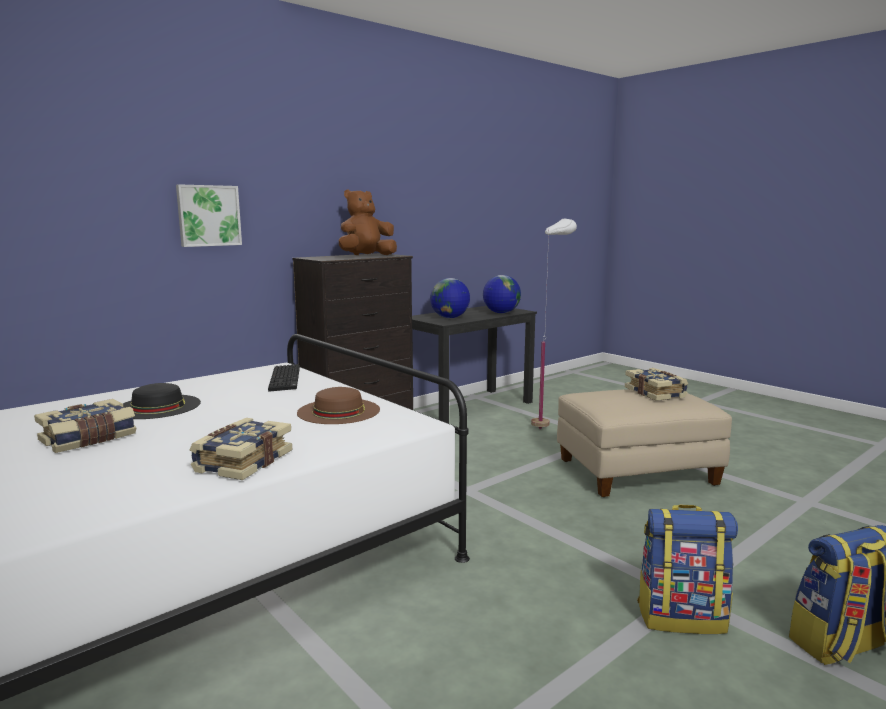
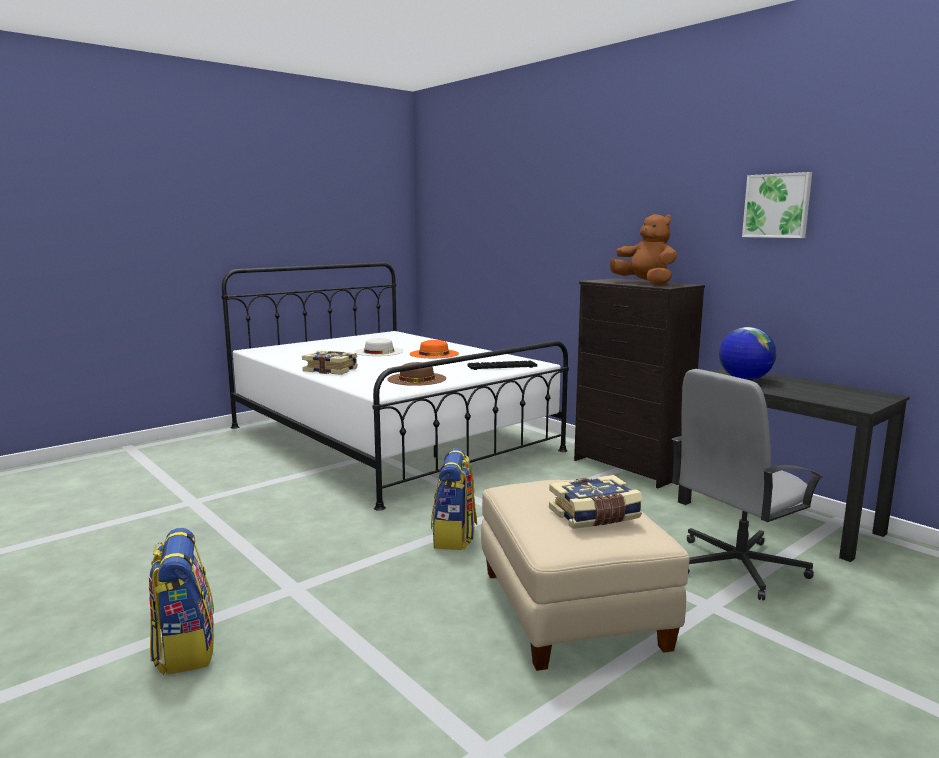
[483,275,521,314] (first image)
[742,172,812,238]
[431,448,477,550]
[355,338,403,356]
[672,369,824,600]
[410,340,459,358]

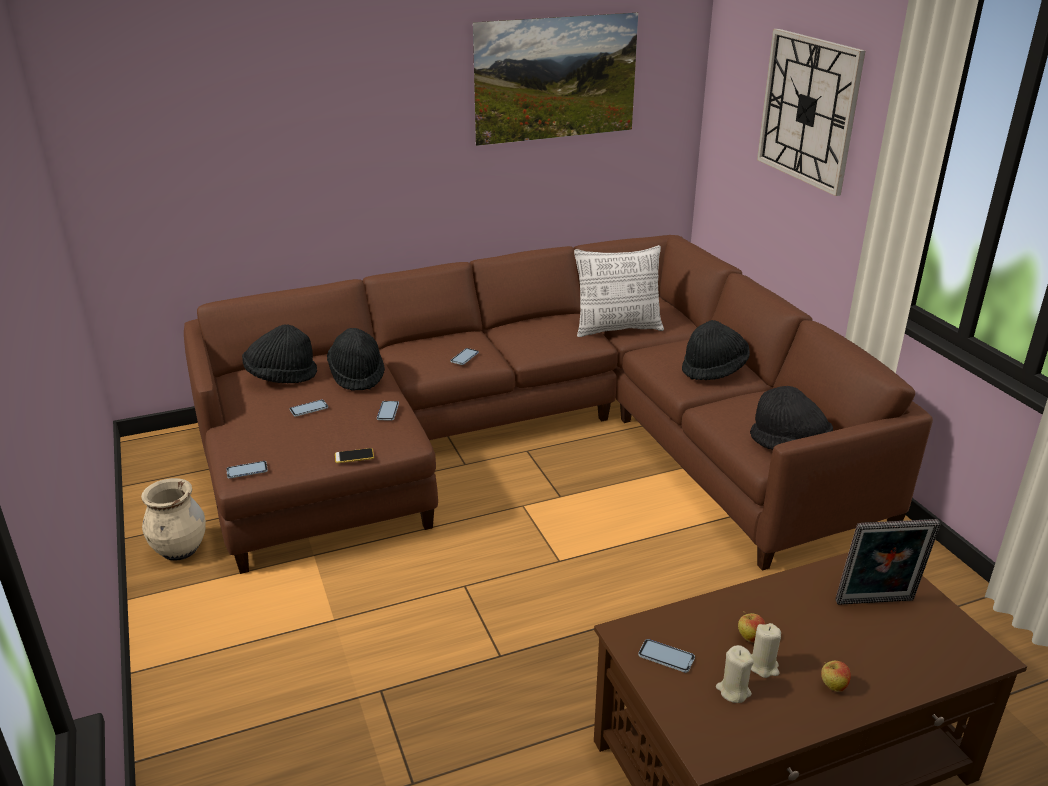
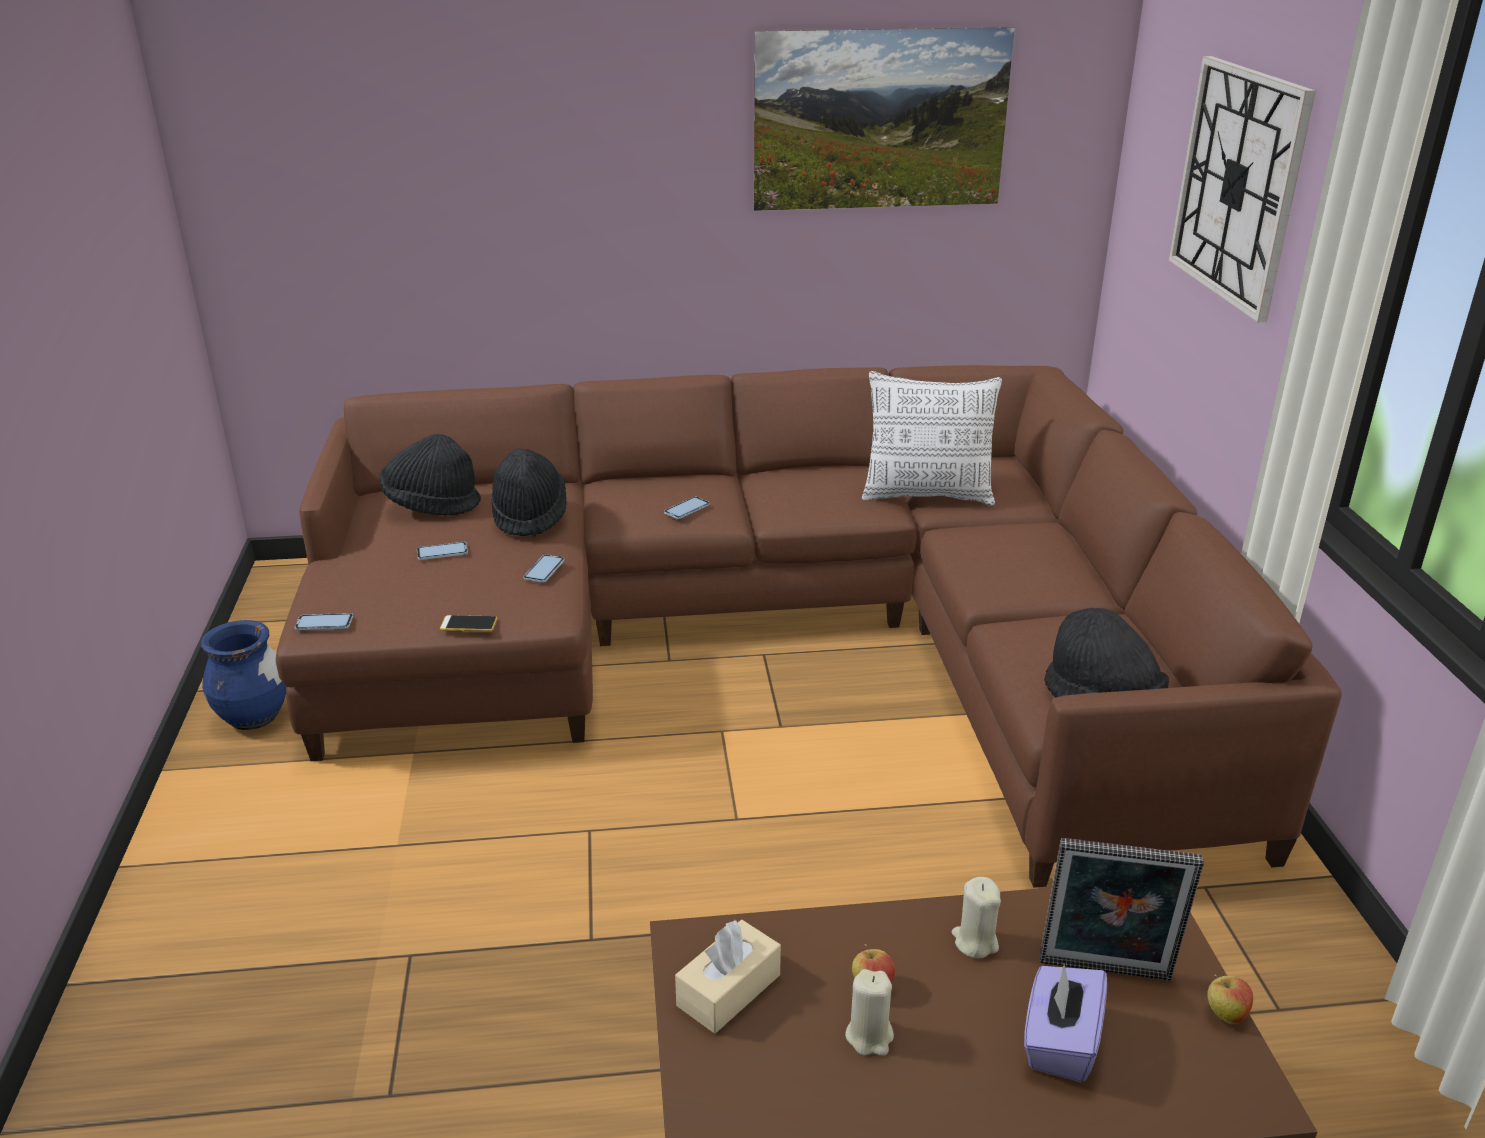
[682,320,750,380] (first image)
[1024,964,1107,1082]
[952,877,1001,958]
[1207,974,1253,1024]
[675,919,781,1033]
[201,620,287,730]

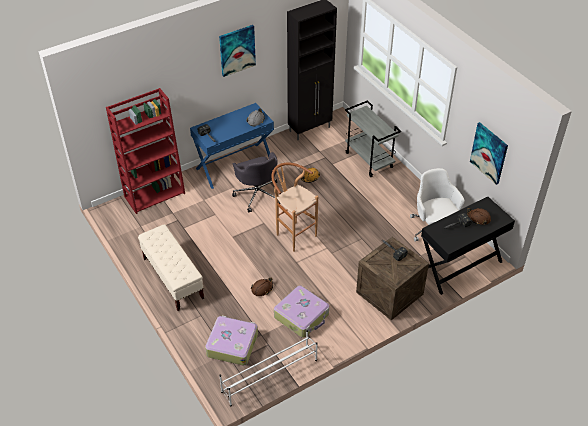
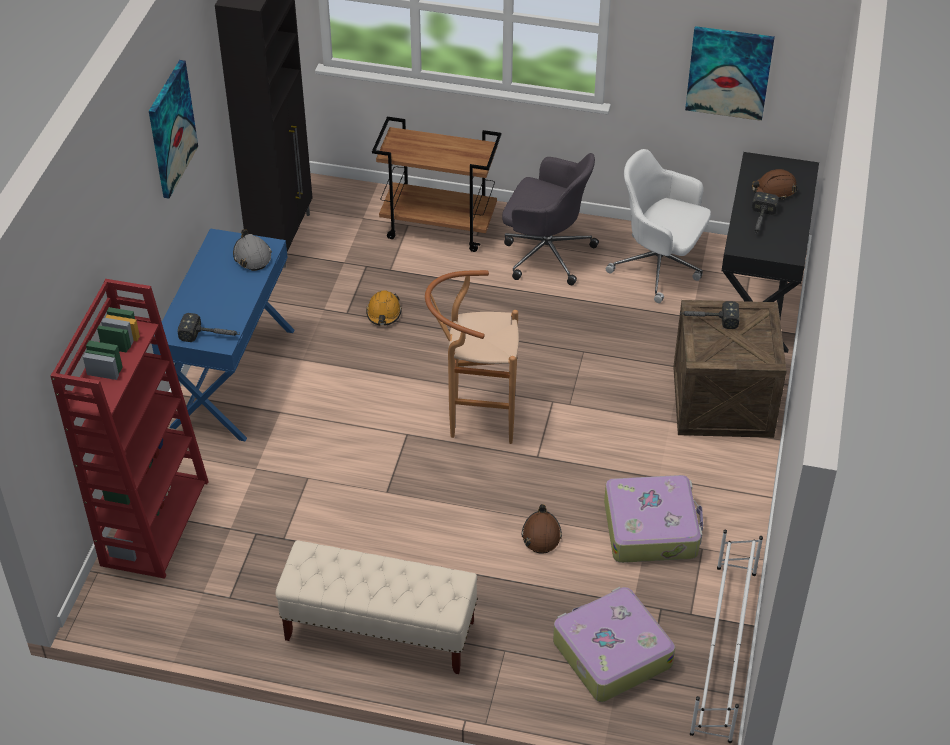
[502,153,599,285]
[372,117,501,252]

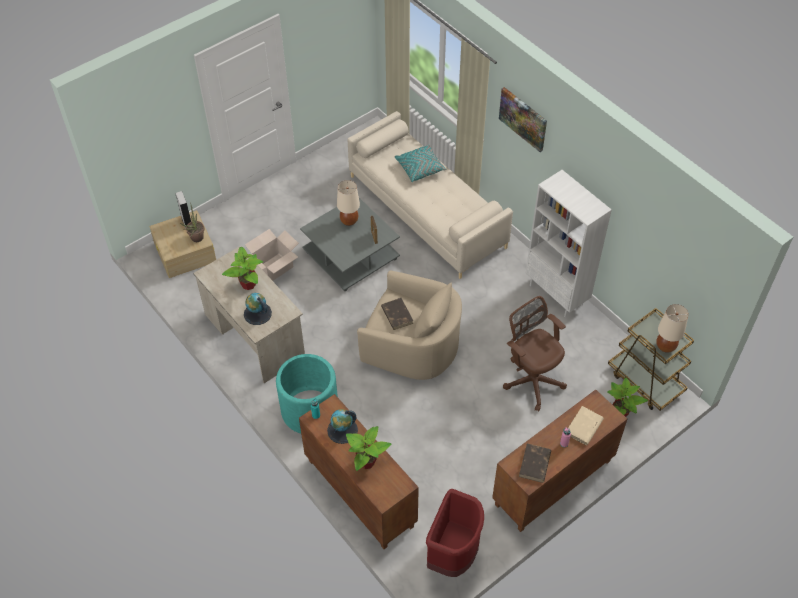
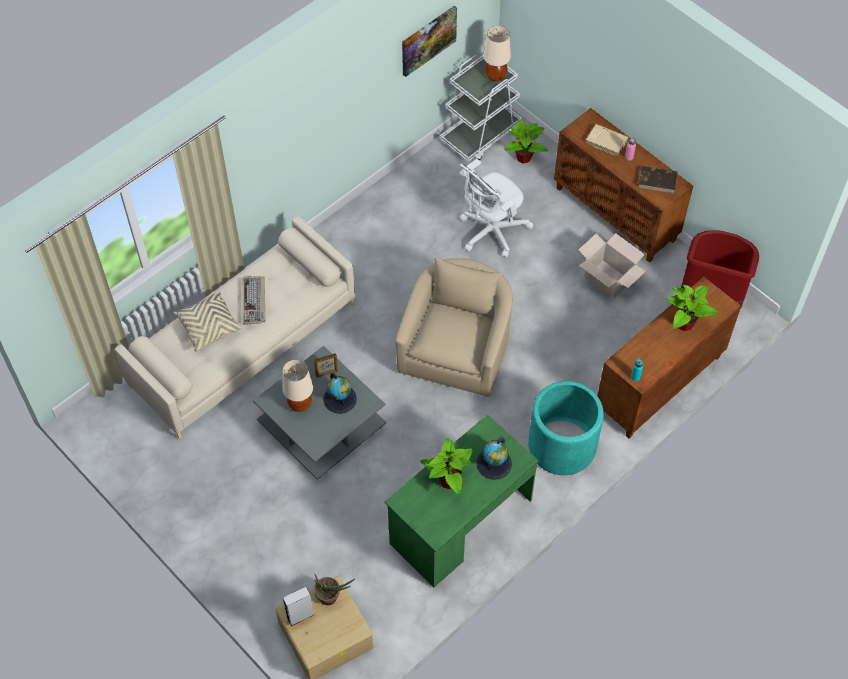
[381,298,413,330] (first image)
[526,170,612,317] (first image)
[242,276,265,325]
[579,233,646,299]
[323,373,357,414]
[402,6,457,77]
[384,414,539,587]
[173,291,242,352]
[459,159,533,258]
[440,55,522,162]

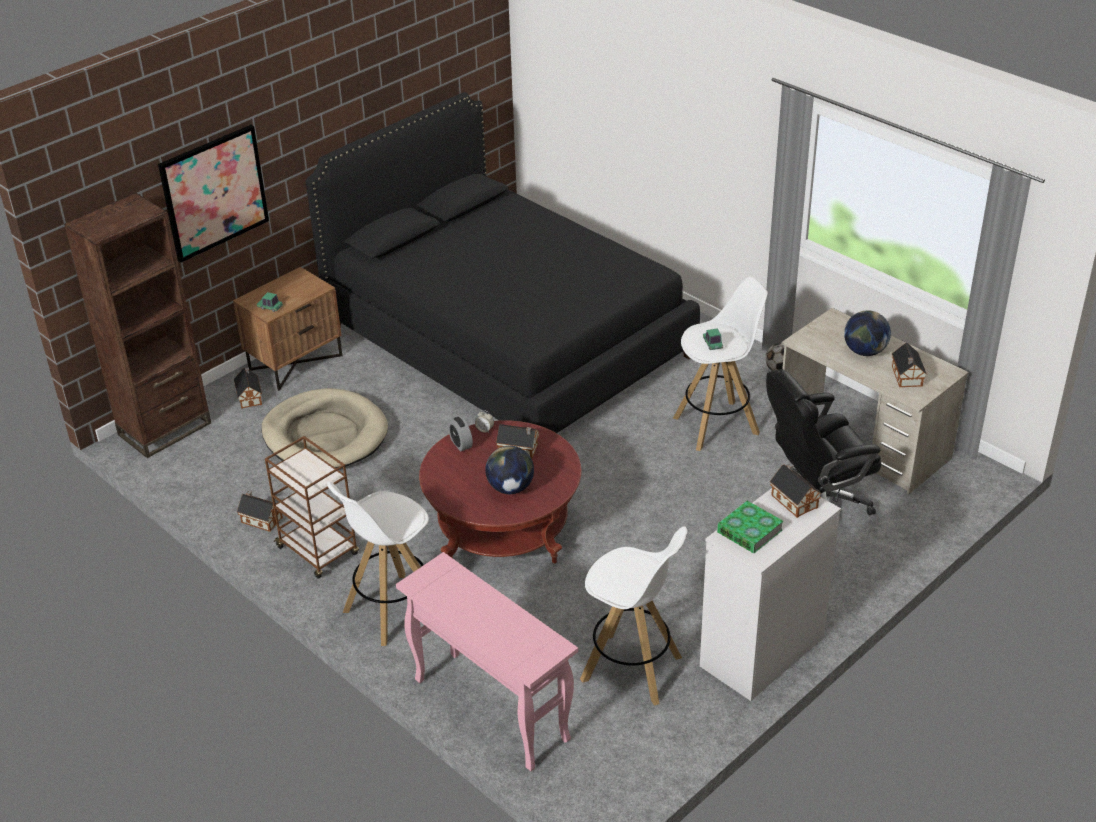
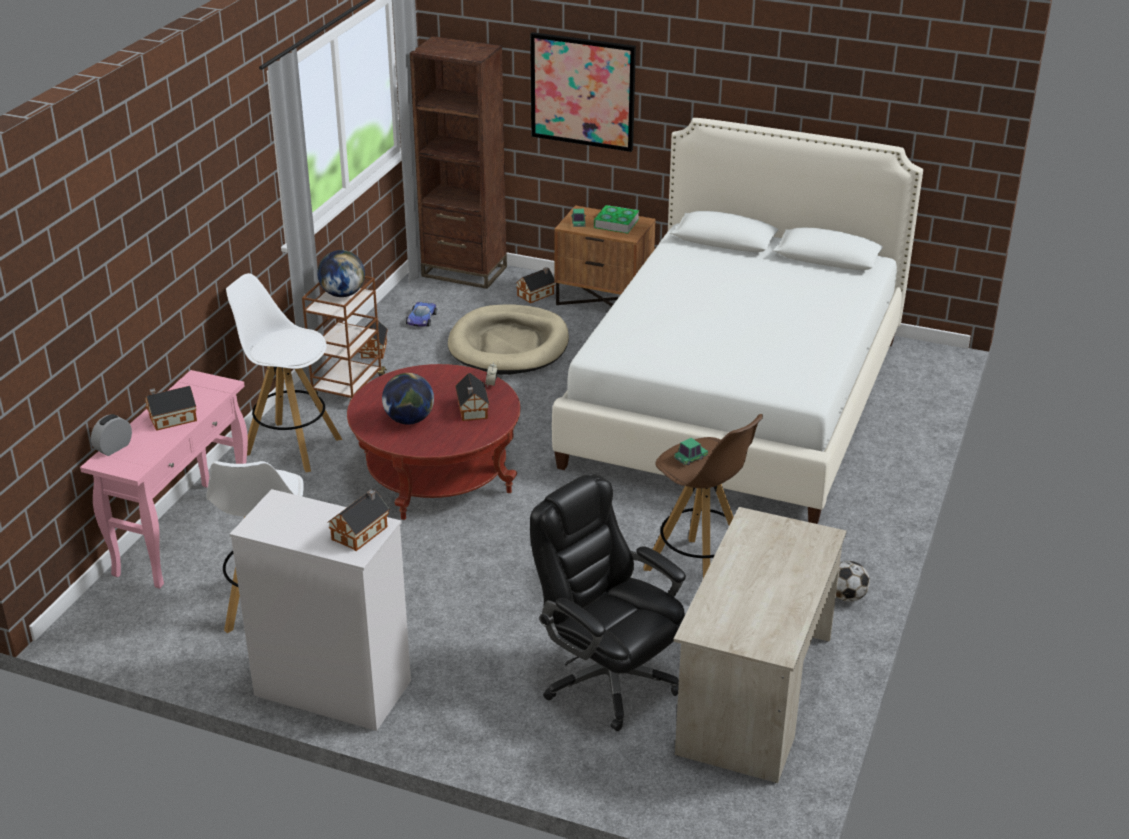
[406,302,437,326]
[91,414,132,456]
[594,205,639,233]
[318,250,365,297]
[145,386,197,431]
[552,118,923,524]
[643,414,763,578]

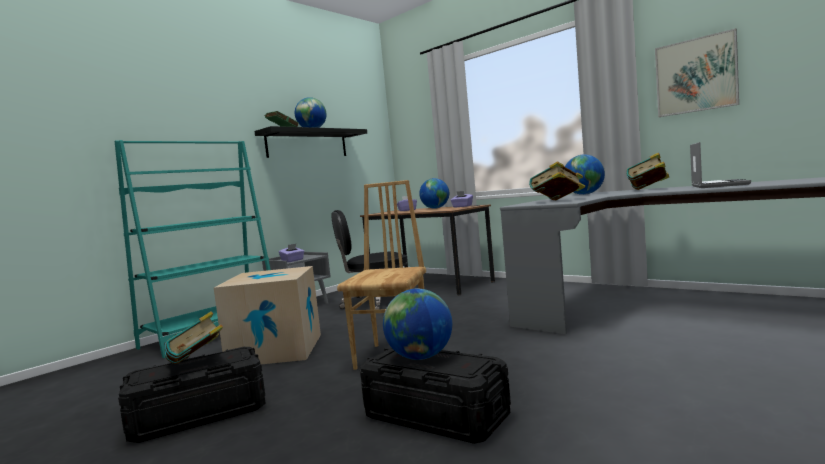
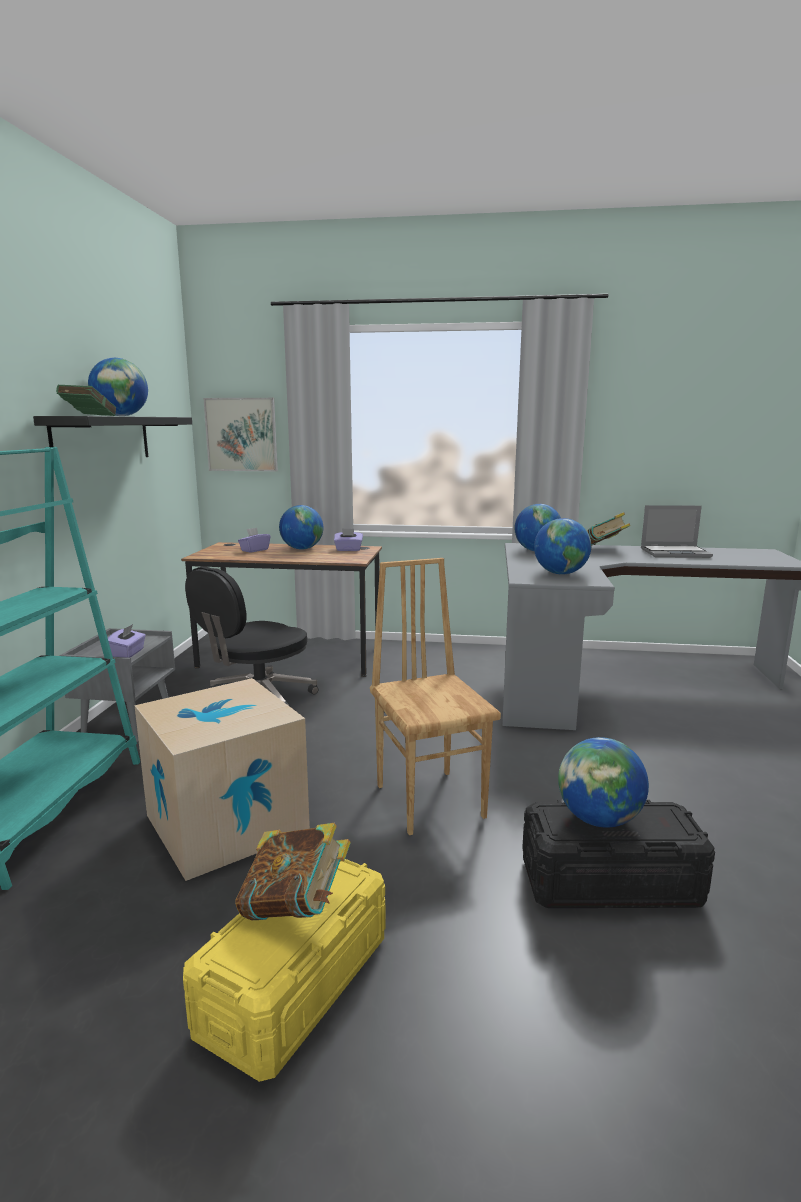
[203,398,278,471]
[534,518,591,575]
[183,859,386,1082]
[641,505,713,558]

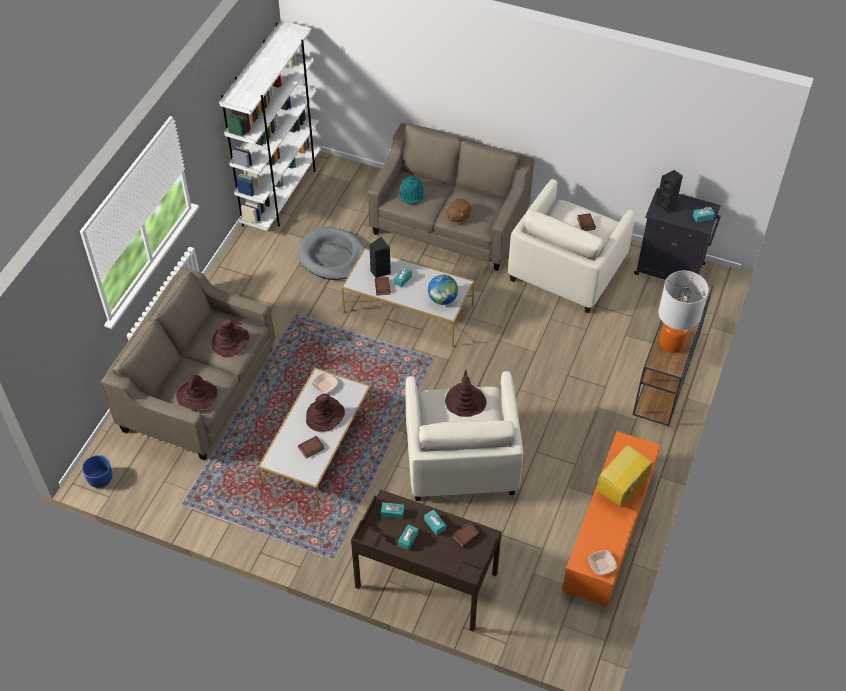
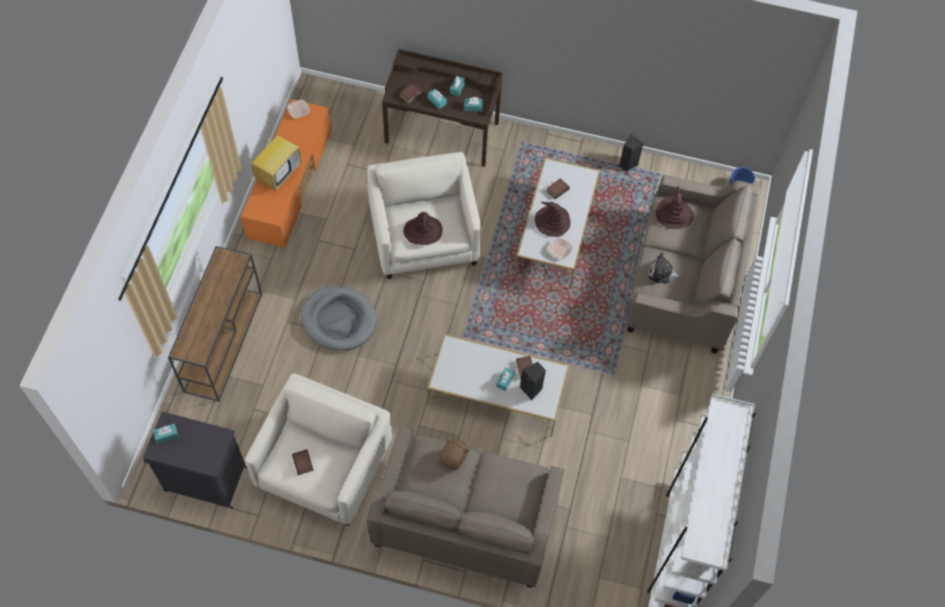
[399,176,425,204] (first image)
[428,275,458,305] (first image)
[658,271,709,353] (first image)
[301,286,377,351]
[619,134,644,172]
[648,252,682,284]

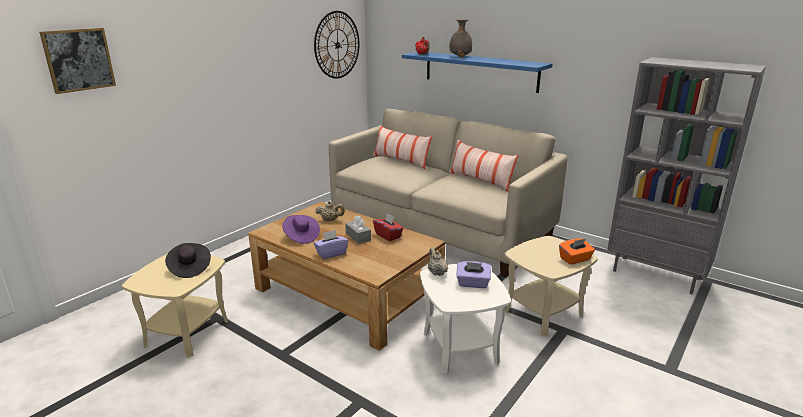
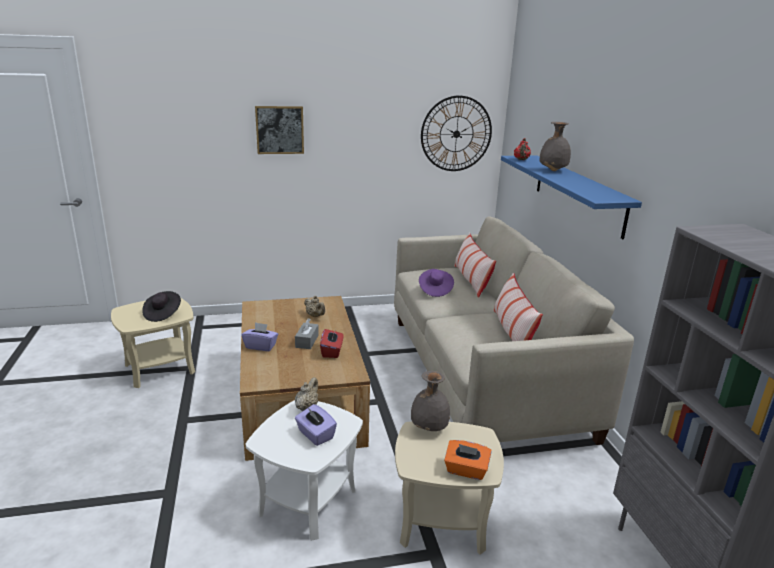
[411,371,450,431]
[255,106,304,154]
[419,269,454,297]

